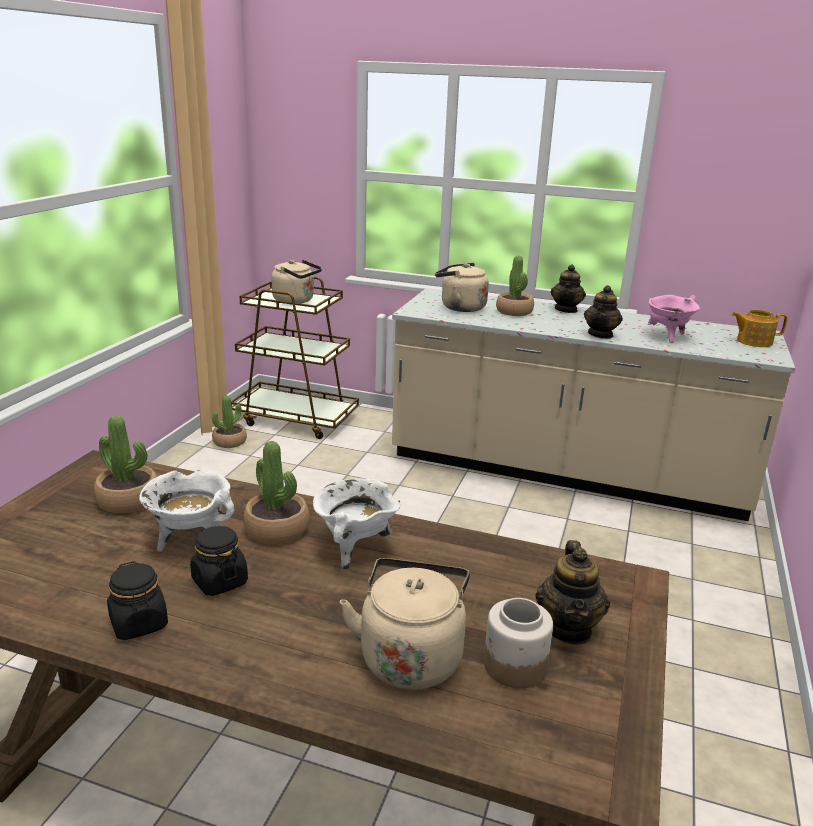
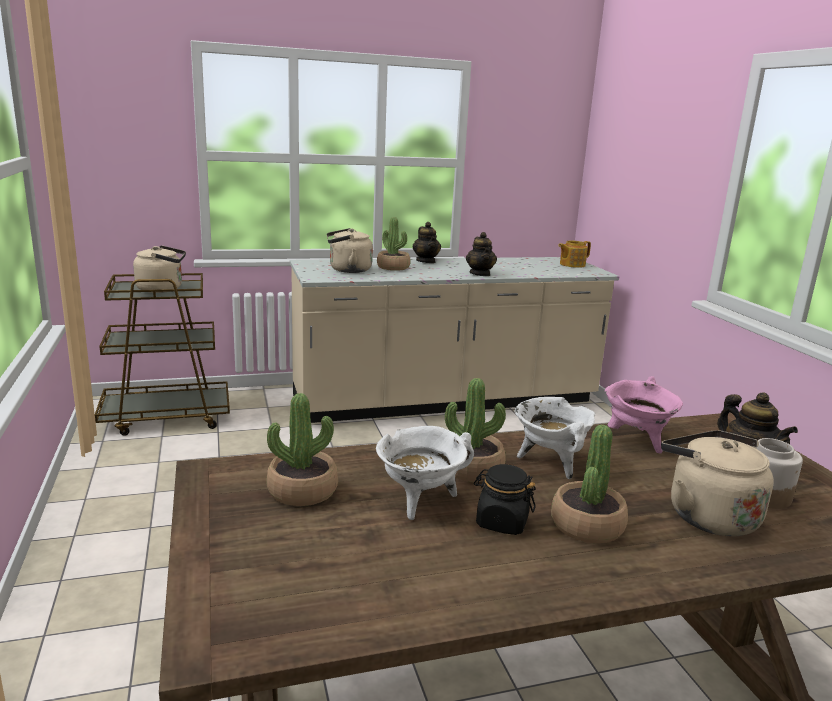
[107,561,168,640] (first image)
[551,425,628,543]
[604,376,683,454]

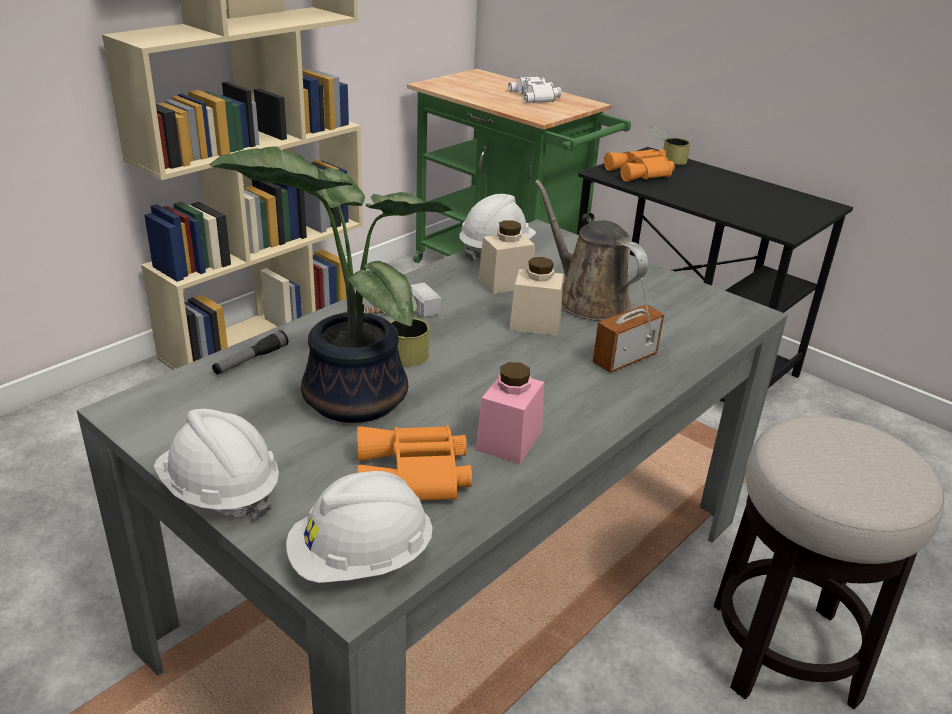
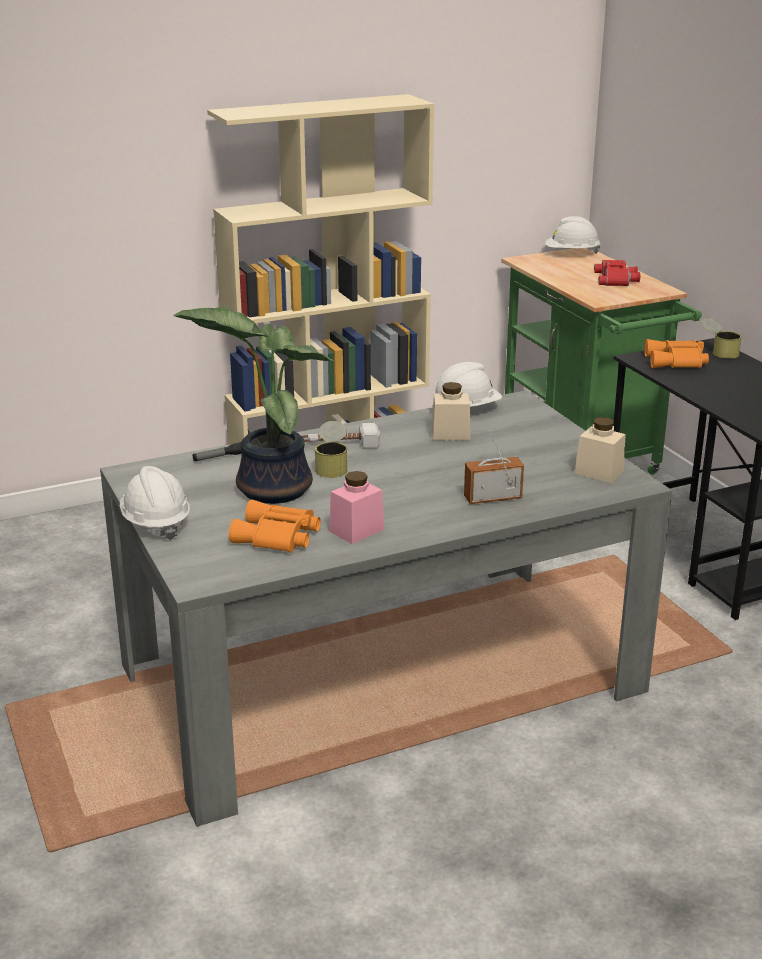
[535,180,648,321] (first image)
[714,416,945,710] (first image)
[545,216,600,253]
[575,417,626,483]
[594,260,640,286]

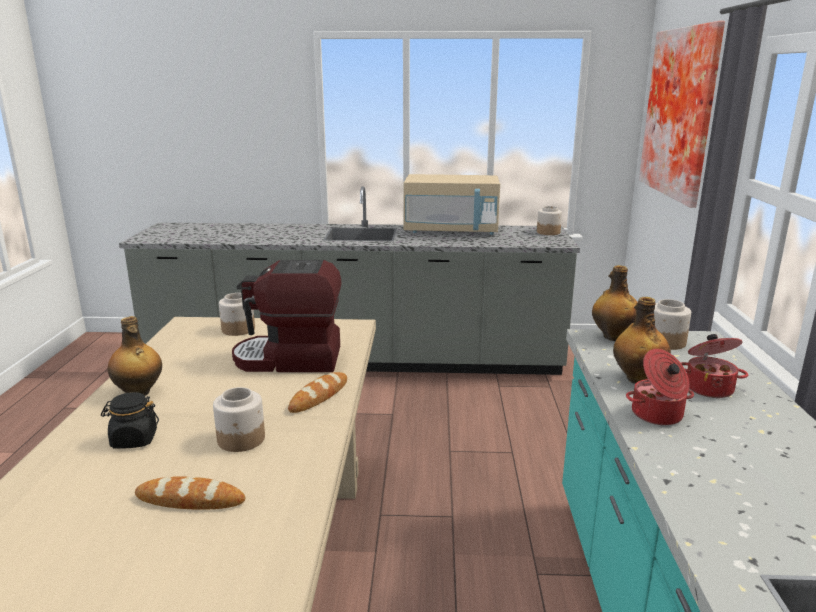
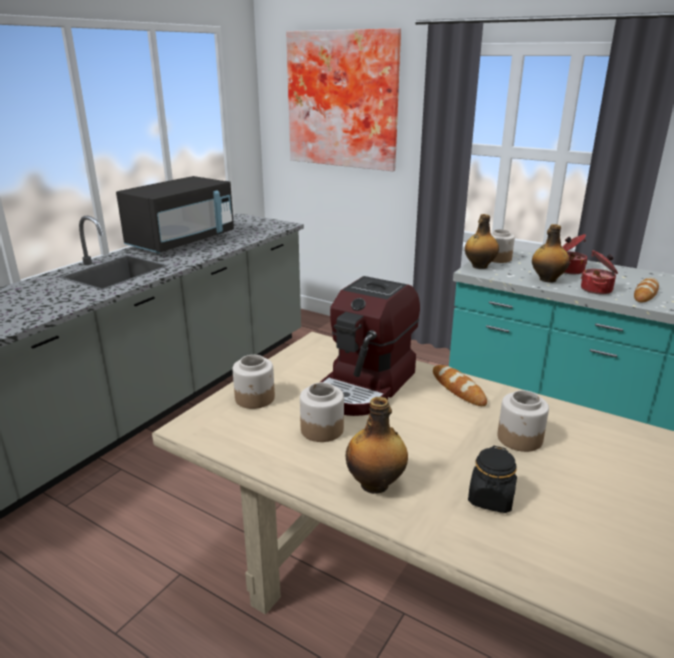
[634,278,659,302]
[300,382,344,442]
[116,176,234,254]

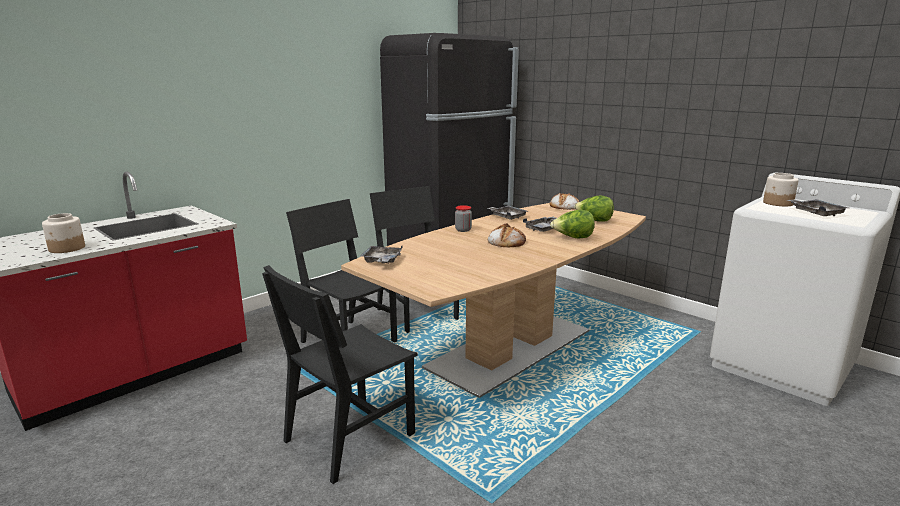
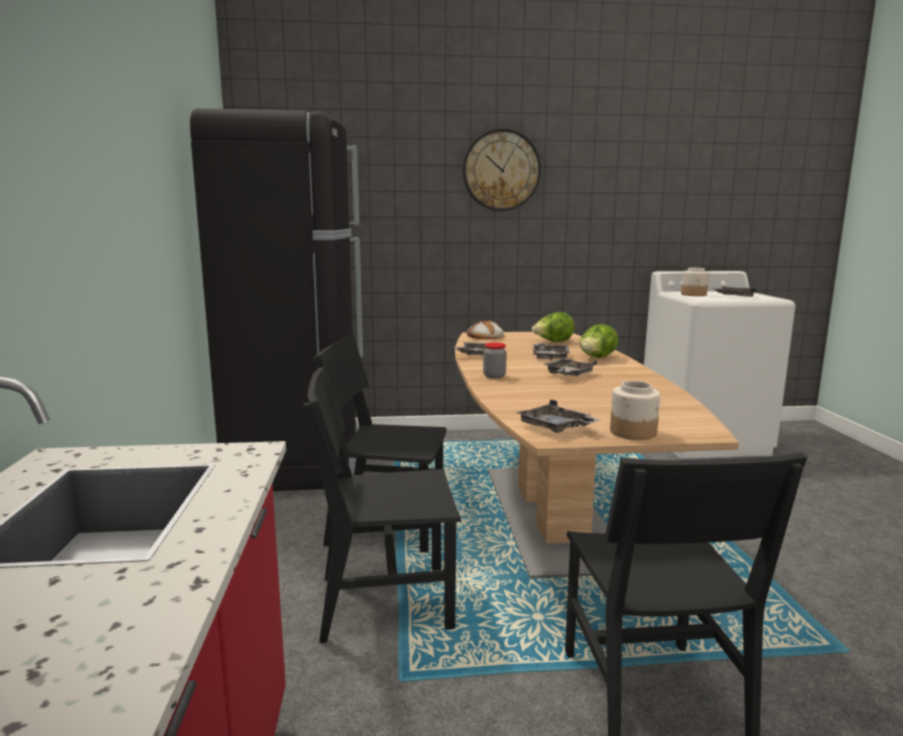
[463,129,541,211]
[610,381,660,440]
[543,358,597,376]

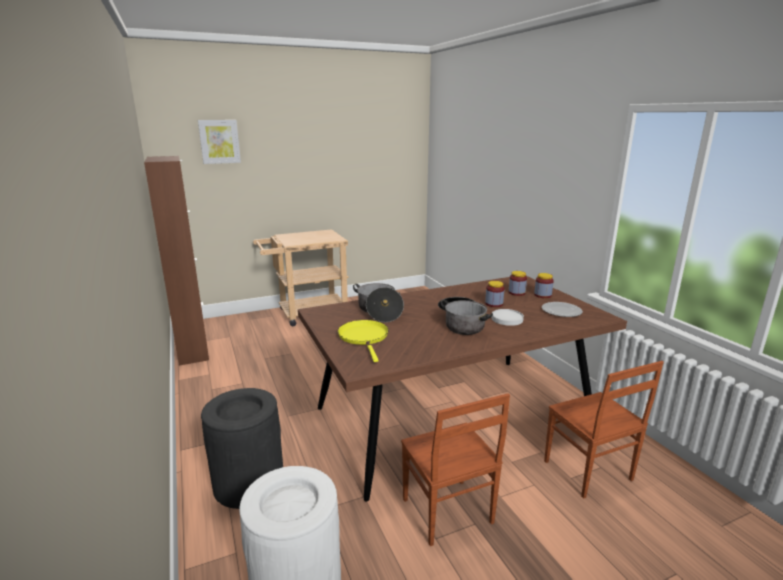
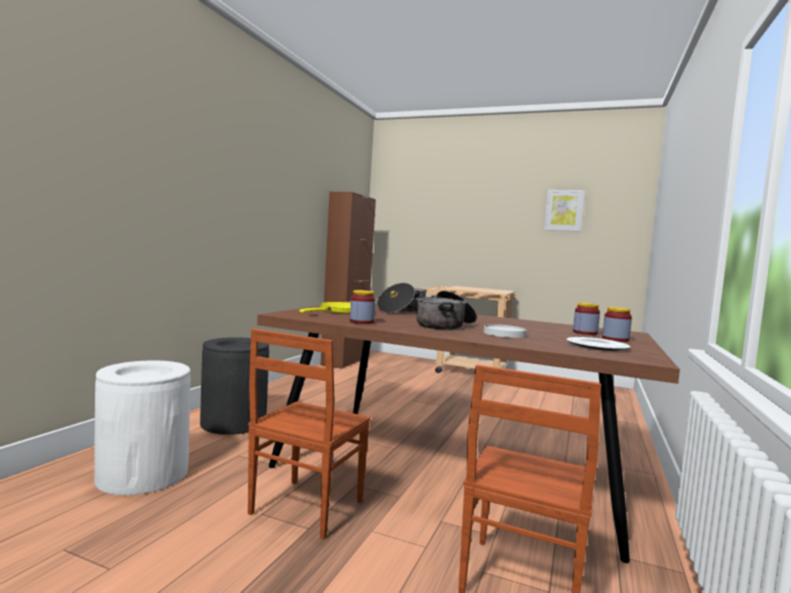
[544,190,585,232]
[350,290,376,324]

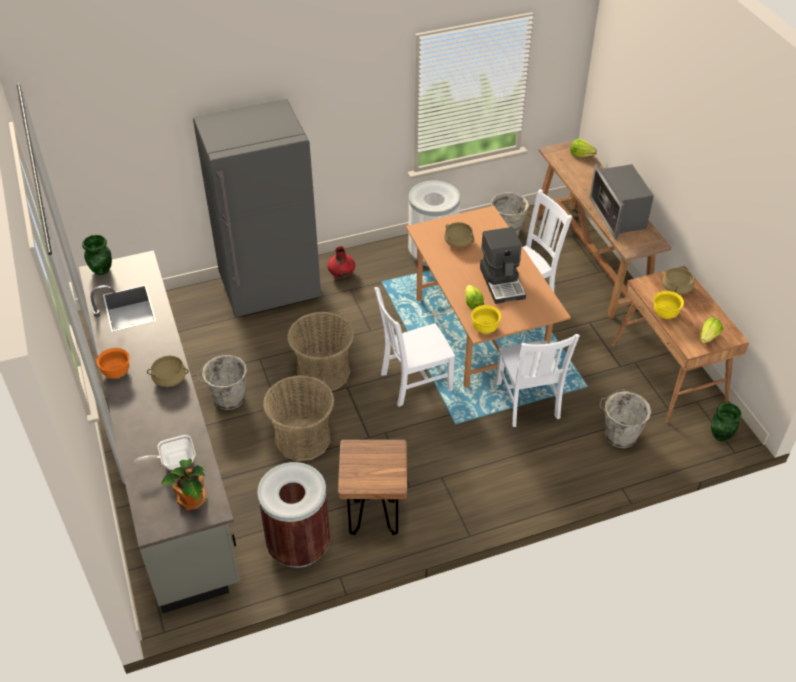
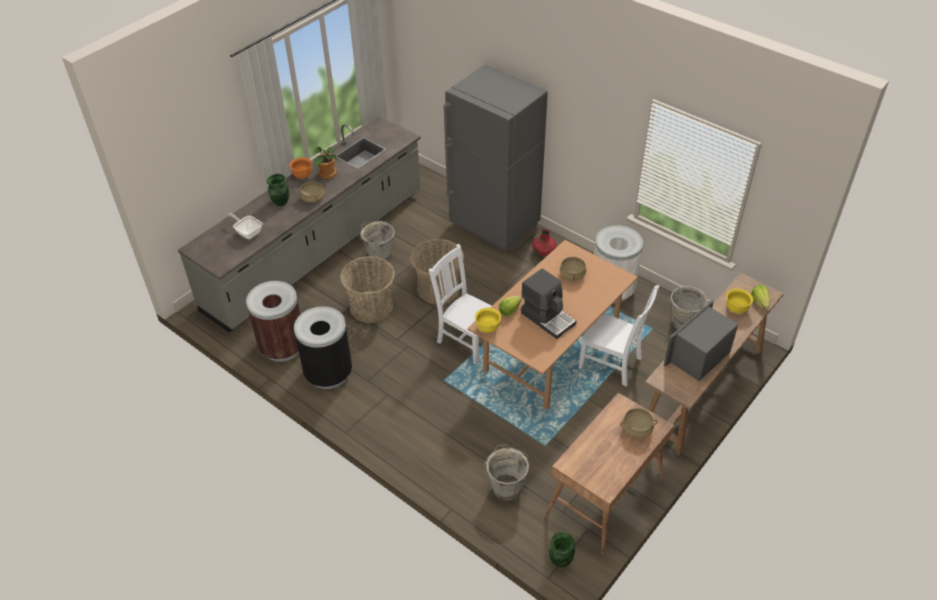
[495,334,580,427] (first image)
[701,318,723,344] (first image)
[267,174,289,206]
[314,147,337,180]
[726,289,753,313]
[294,306,352,389]
[521,268,576,339]

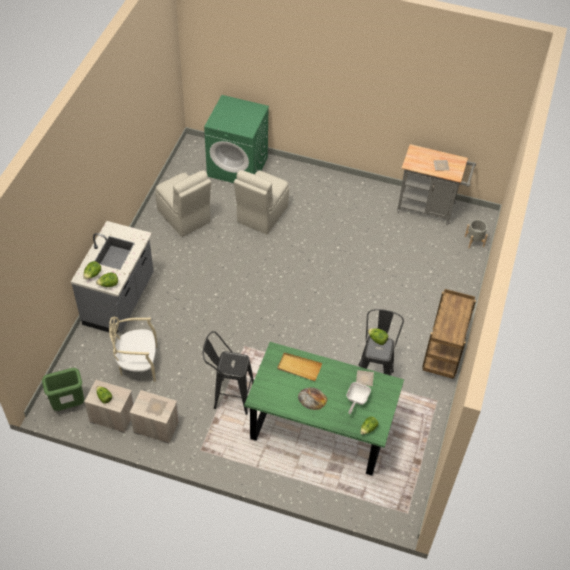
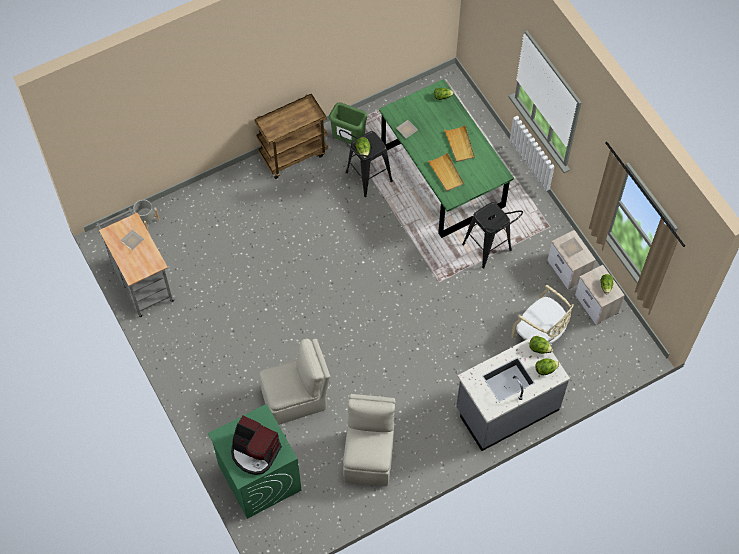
[346,382,371,414] (first image)
[231,416,282,475]
[329,102,368,144]
[444,125,475,162]

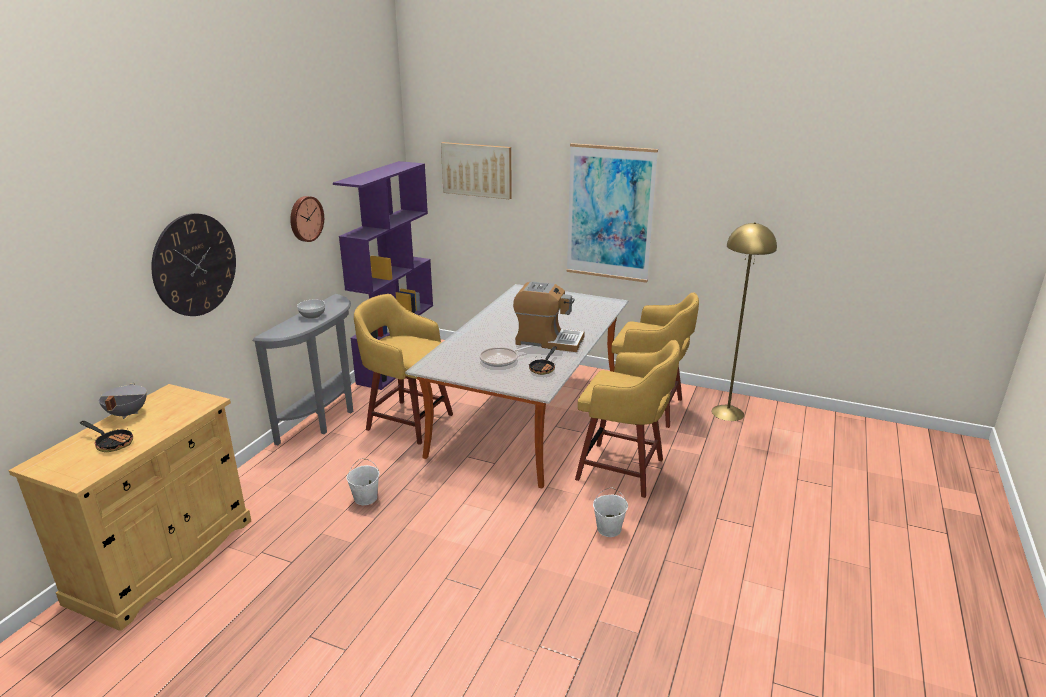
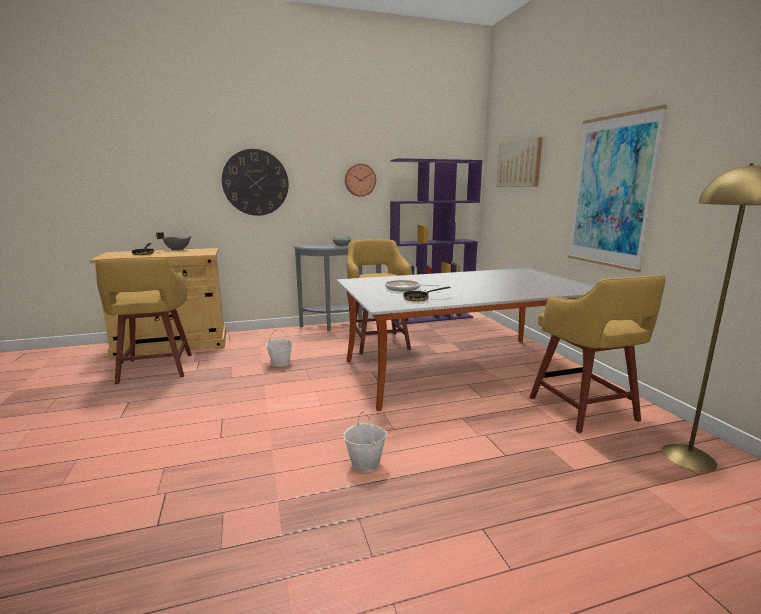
[513,281,585,352] (first image)
[96,257,192,384]

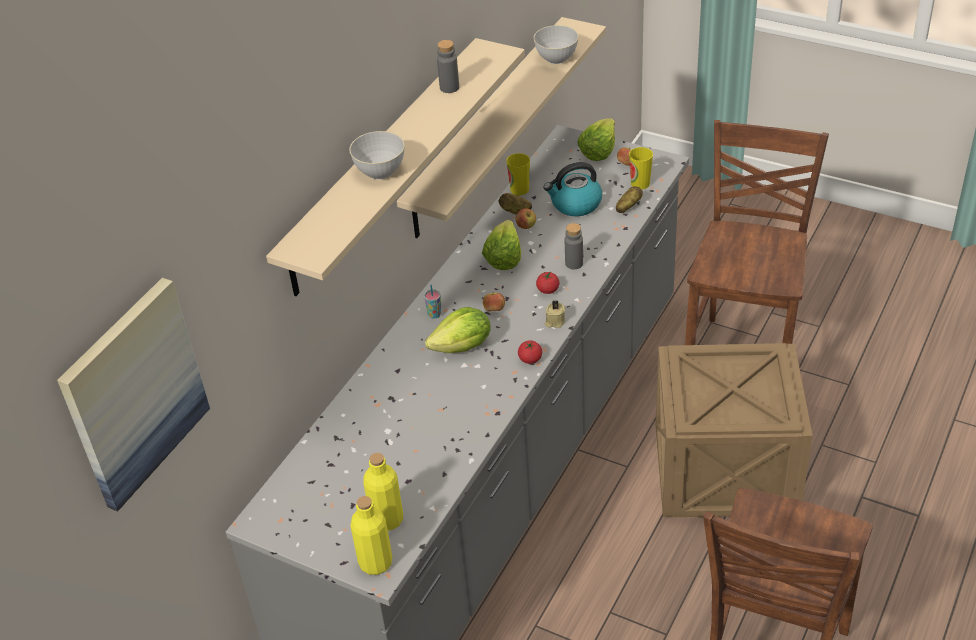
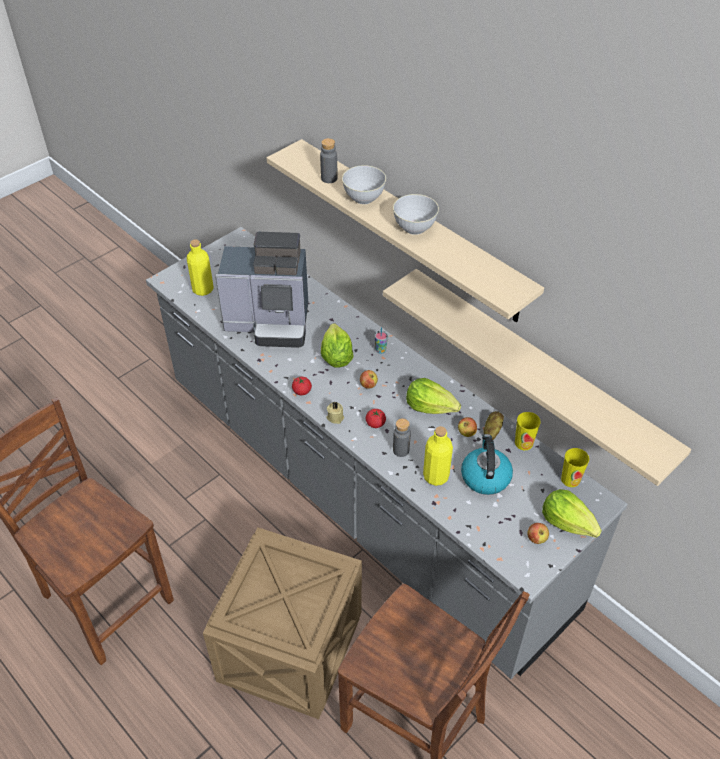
[57,278,210,512] (first image)
[616,186,643,213] (first image)
[215,232,308,348]
[423,426,453,486]
[320,138,338,183]
[393,194,439,235]
[561,448,589,487]

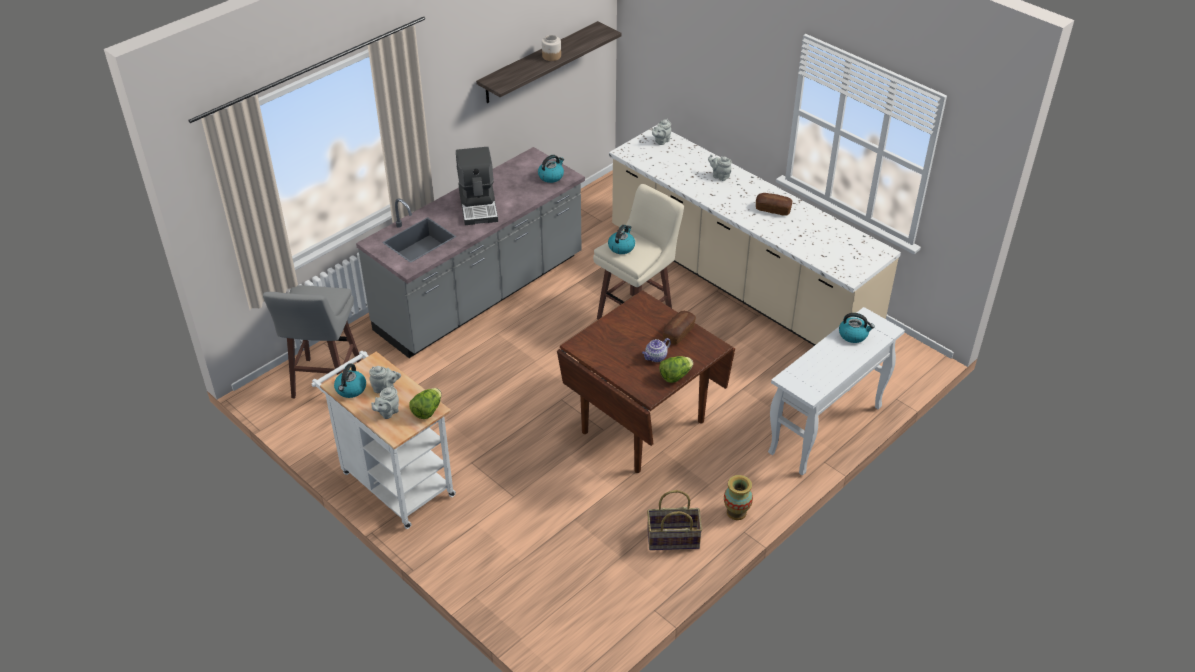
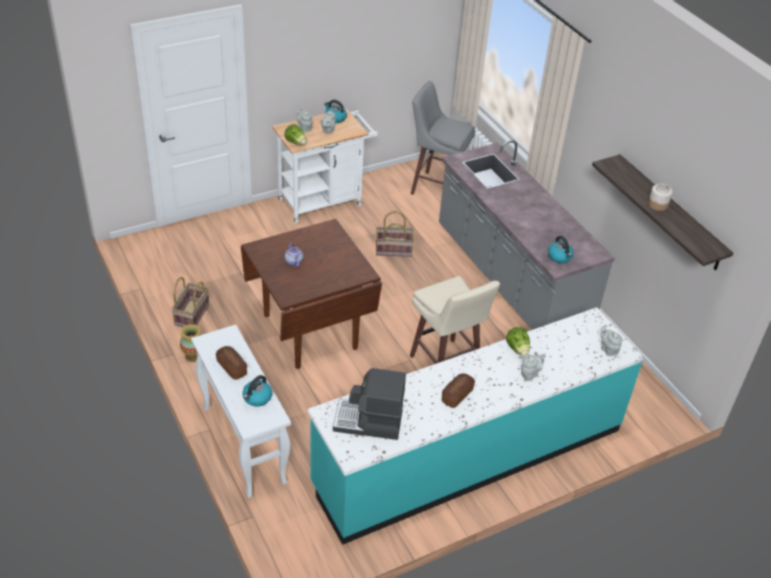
[608,225,635,254] (first image)
[376,211,414,257]
[333,368,406,440]
[506,327,530,356]
[216,346,247,380]
[307,307,644,545]

